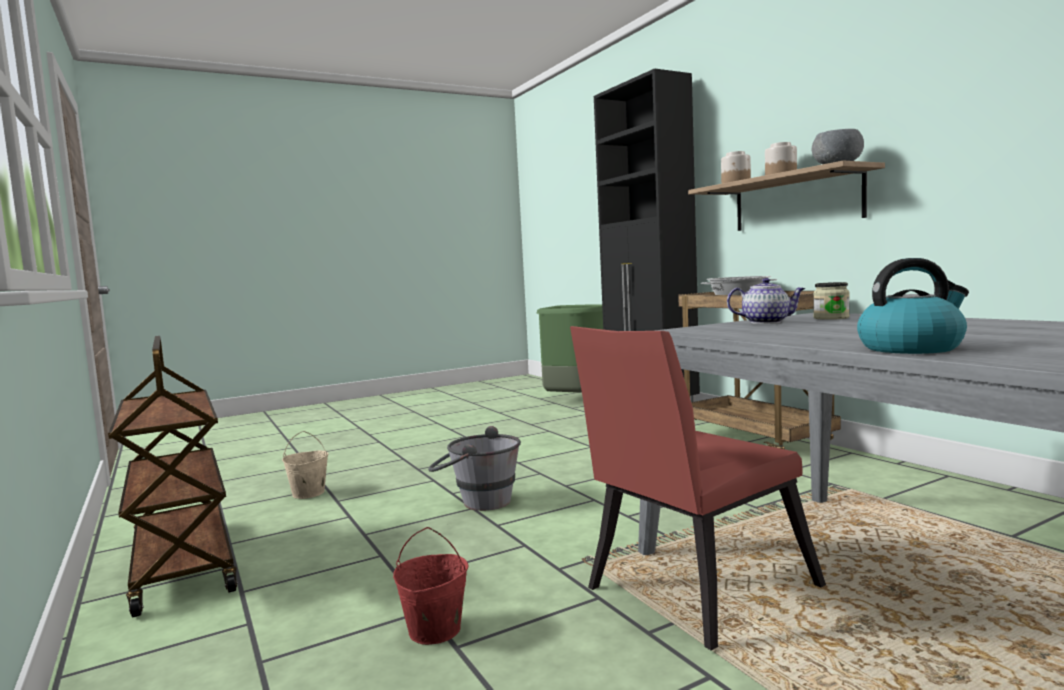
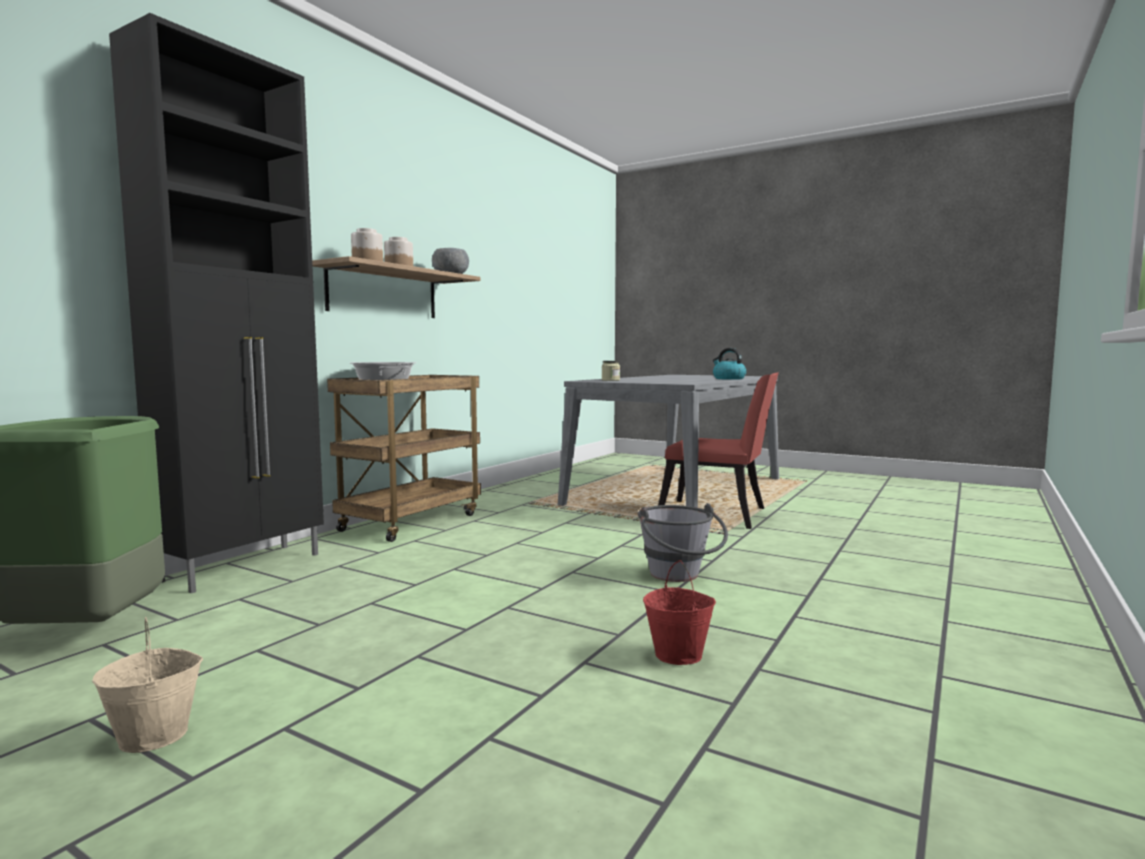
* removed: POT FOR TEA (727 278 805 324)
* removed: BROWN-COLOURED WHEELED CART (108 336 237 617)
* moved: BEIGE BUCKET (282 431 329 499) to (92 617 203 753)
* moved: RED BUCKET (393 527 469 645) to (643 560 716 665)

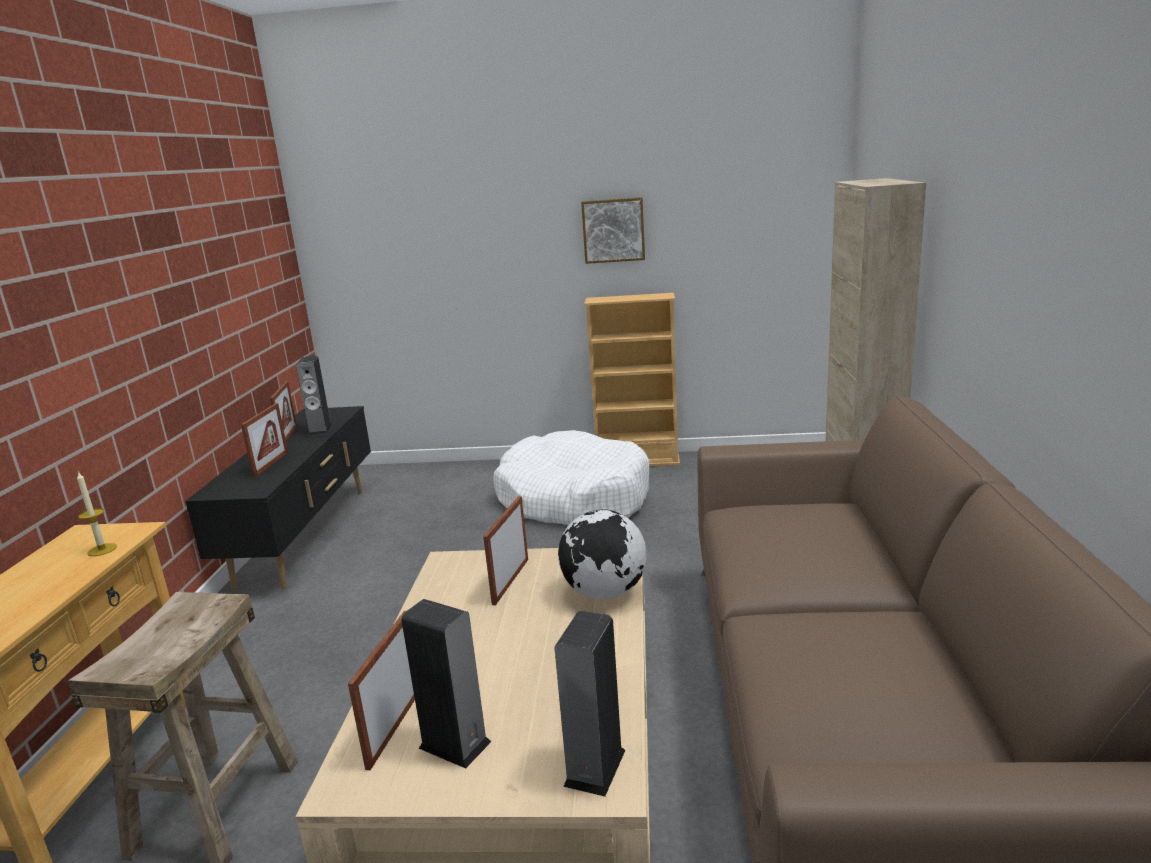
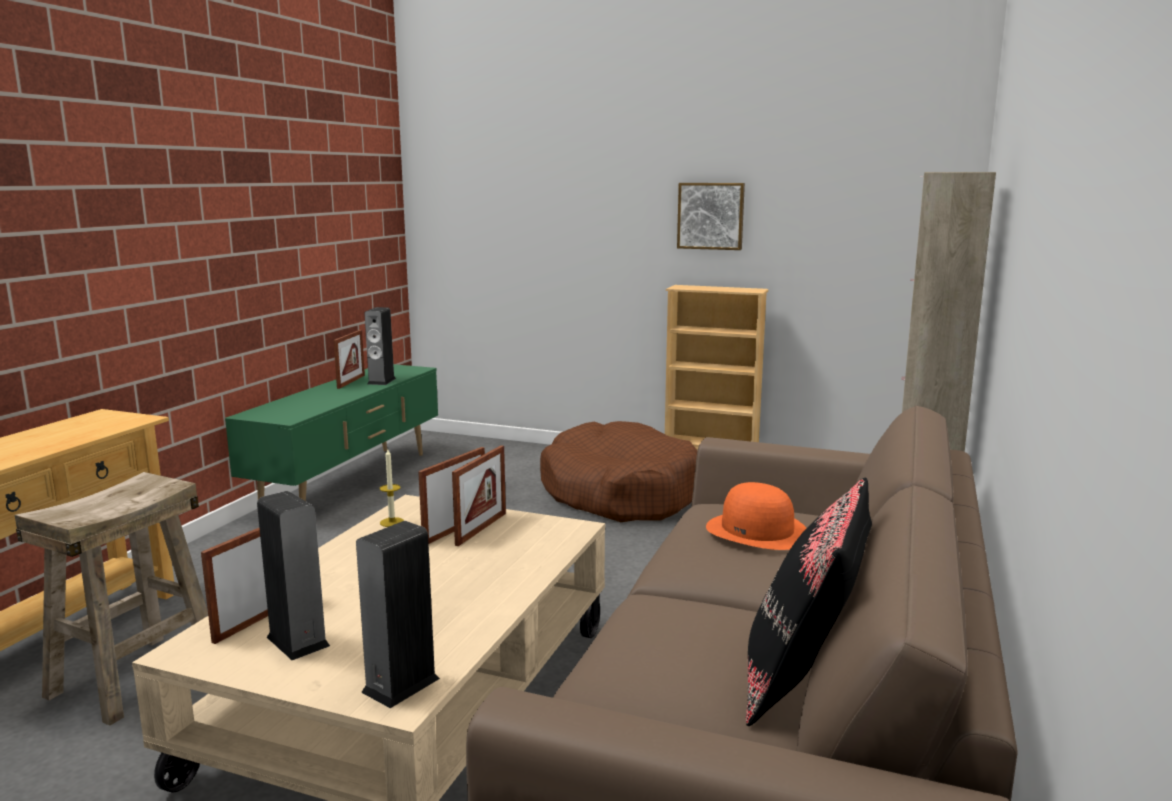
* moved: PICTURE FRAME (241 403 288 477) to (452 445 506 546)
* recoloured: BLACKISH TV UNIT (185 406 371 590) to GREEN TV UNIT (225 364 438 501)
* recoloured: WHITE-COLOURED PET BED (493 430 649 525) to BROWN-COLOURED PET BED (540 421 697 522)
* moved: WAX CANDLE (77 471 117 556) to (380 449 404 527)
* removed: GLOBE (558 509 647 599)
* added: BLACKISH CUSHION (746 478 872 726)
* added: ORANGE WEARABLE HAT (706 482 806 550)

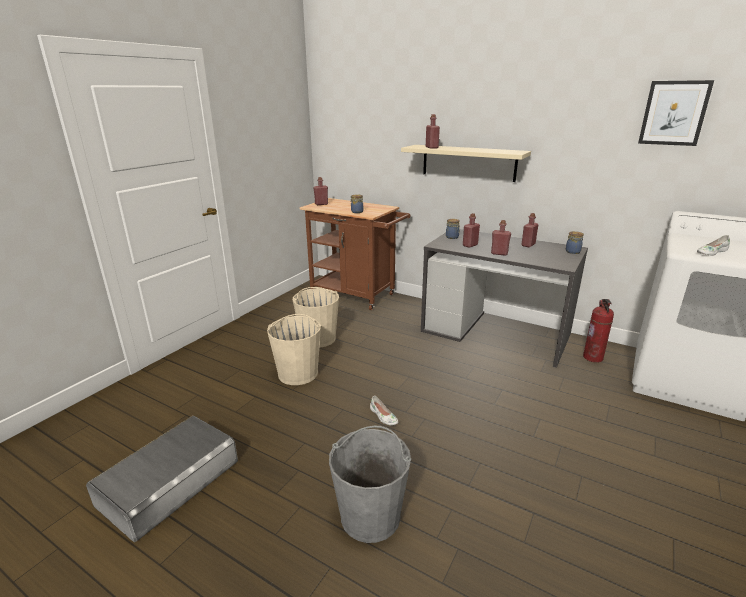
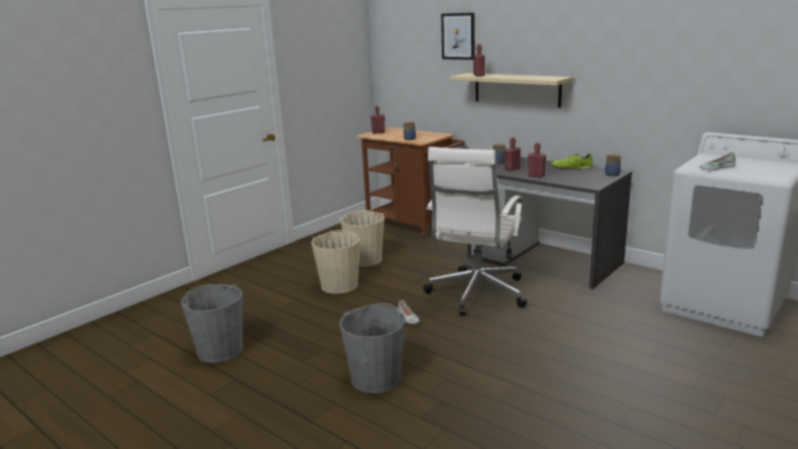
* moved: PICTURE (638 80 714 146) to (441 13 475 60)
* replaced: RED BEVERAGE BOTTLE (521 213 538 247) to LOW SHOE (551 153 593 170)
* removed: FIRE EXTINGUISHER (583 299 614 363)
* replaced: GREYISH STORAGE BOX (86 416 238 542) to GREYISH BUCKET (181 284 243 363)
* added: WHITE-COLOURED COMPUTER CHAIR (423 147 527 316)

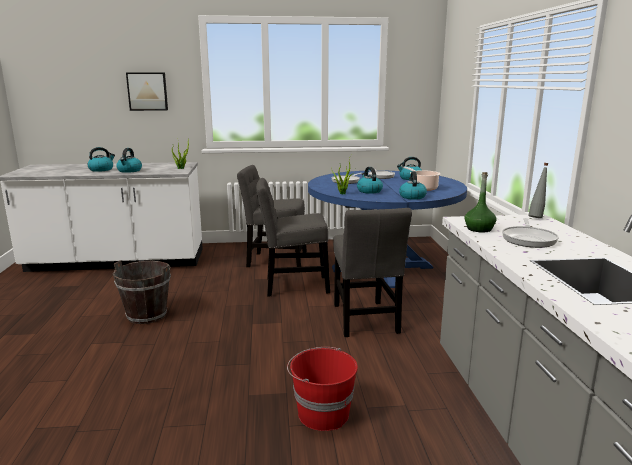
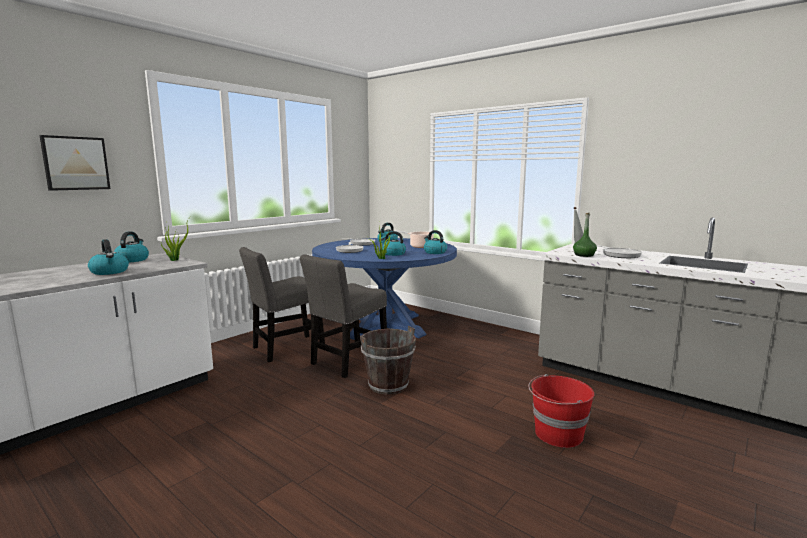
* moved: WATER KETTLE (87 147 115 172) to (114 231 149 263)
* removed: GREYISH PLAIN CHAIR (333 208 412 337)
* moved: BROWN-COLOURED BUCKET (113 260 171 324) to (360 326 416 395)

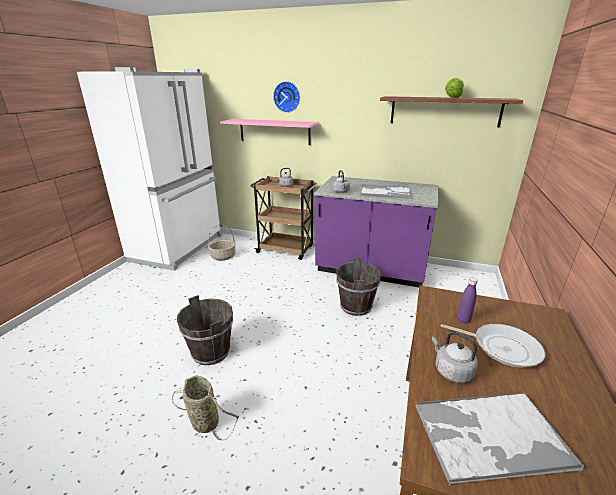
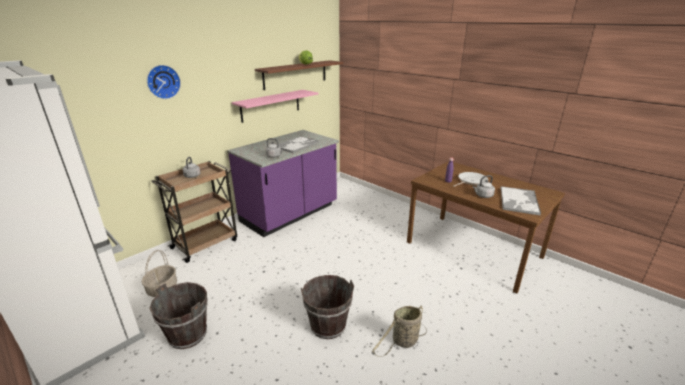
* moved: PINK-COLOURED WALL SHELF (220 119 319 145) to (232 90 318 123)
* moved: BROWN-COLOURED BUCKET (336 258 381 316) to (150 282 208 349)

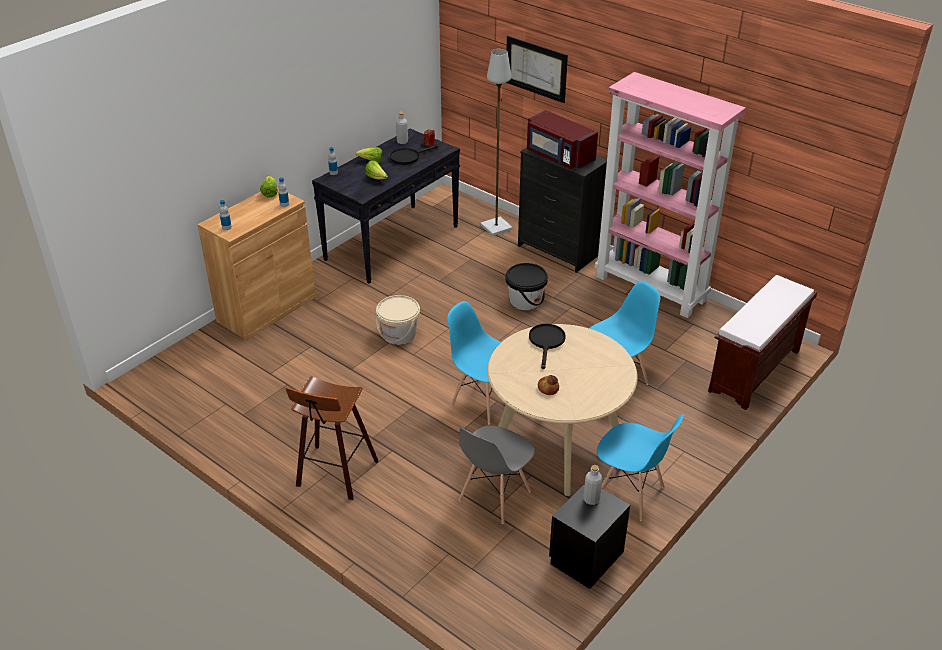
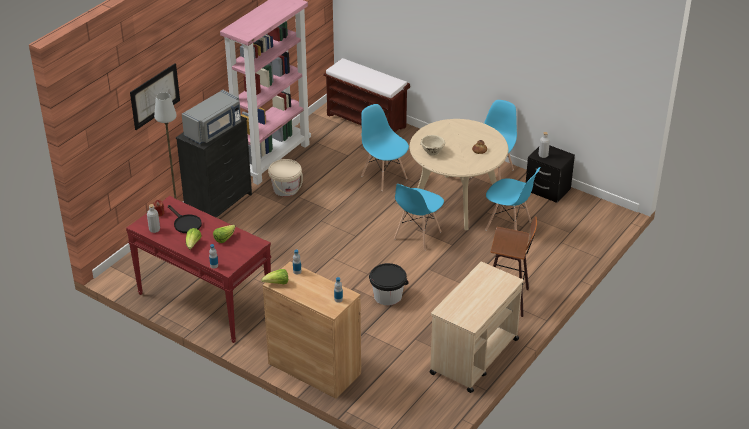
* recoloured: RED MICROWAVE (527 110 598 170) to GREYISH MICROWAVE (182 90 241 144)
* recoloured: BLACKISH NARROW TABLE (312 128 460 284) to RED NARROW TABLE (126 196 271 343)
* moved: BLACKISH BUCKET (506 263 548 310) to (369 263 409 306)
* moved: BEIGE BUCKET (376 295 420 345) to (268 159 303 197)
* replaced: BLACKISH PAN (529 324 566 369) to BEIGE SERVING BOWL (420 135 445 156)
* recoloured: GREYISH PLAIN CHAIR (459 425 535 524) to BLUISH PLAIN CHAIR (485 167 541 231)
* added: BEIGE WHEELED CART (429 262 524 393)

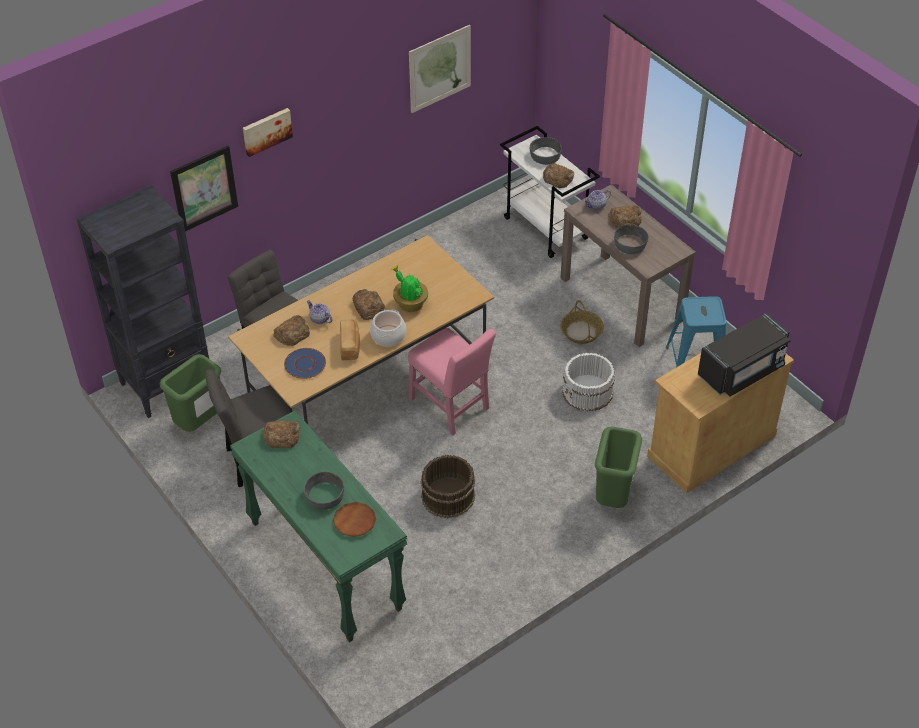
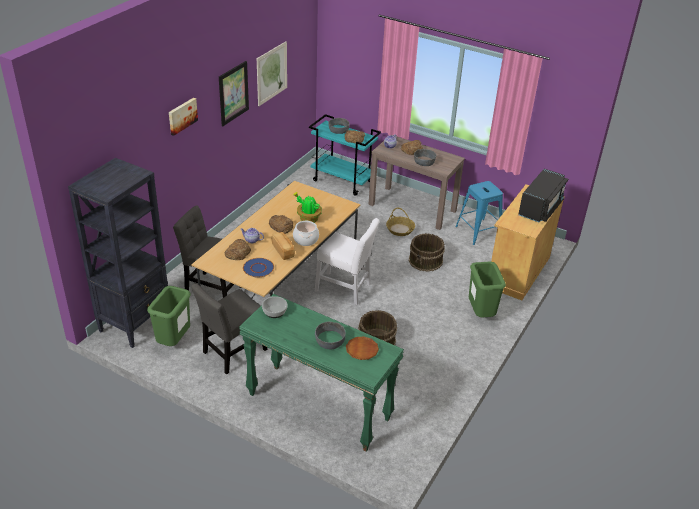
* recoloured: WHITE-COLOURED WHEELED CART (500 126 600 258) to TURQUOISE WHEELED CART (309 114 381 196)
* moved: PICTURE (170 146 238 231) to (219 61 249 126)
* recoloured: PINK-COLOURED PLAIN CHAIR (408 327 496 436) to WHITE-COLOURED PLAIN CHAIR (315 218 380 305)
* recoloured: WHITE-COLOURED BUCKET (562 353 615 411) to BROWN-COLOURED BUCKET (409 233 445 272)
* replaced: BAKERY BREAD (263 420 300 448) to SERVING BOWL (262 296 287 318)

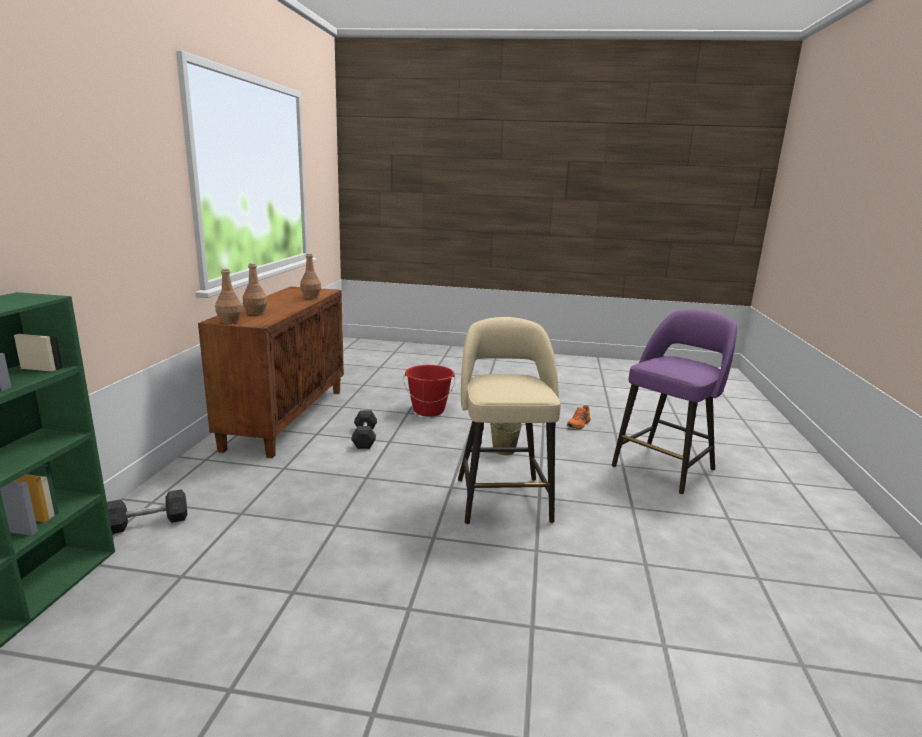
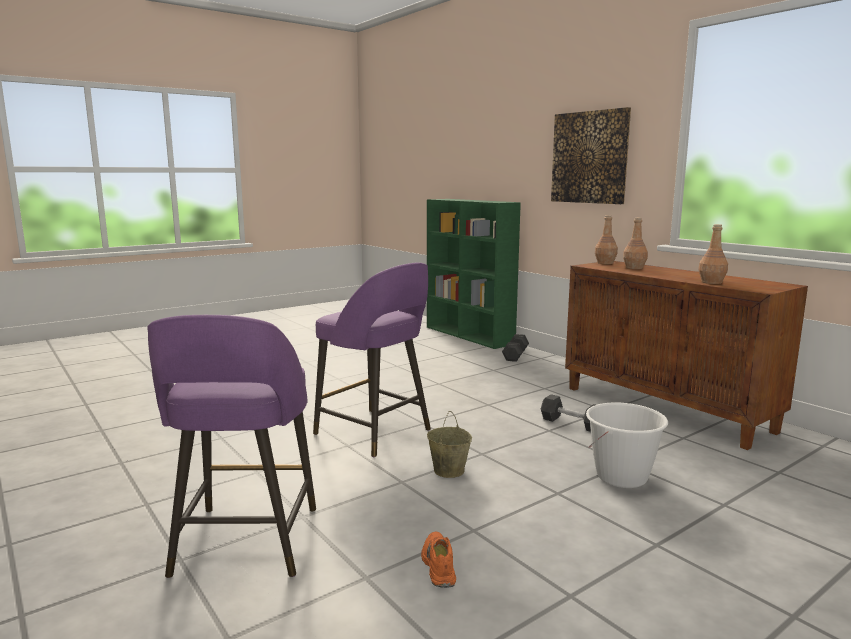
* recoloured: BEIGE SITTING STOOL (458 317 561 524) to PURPLE SITTING STOOL (313 263 431 457)
* recoloured: RED BUCKET (404 365 455 417) to WHITE-COLOURED BUCKET (586 402 668 488)
* added: PICTURE (551 107 631 204)

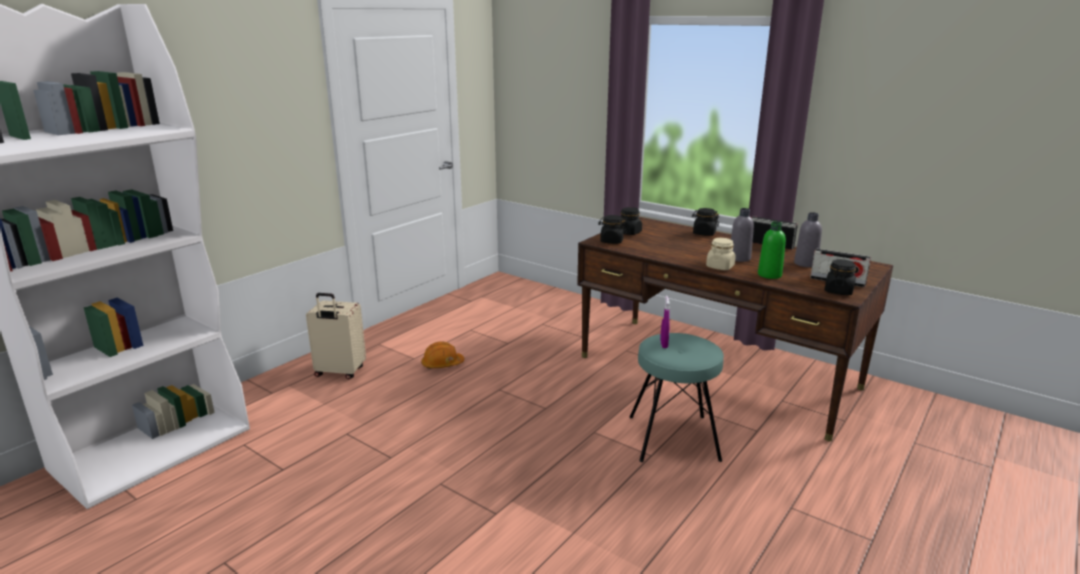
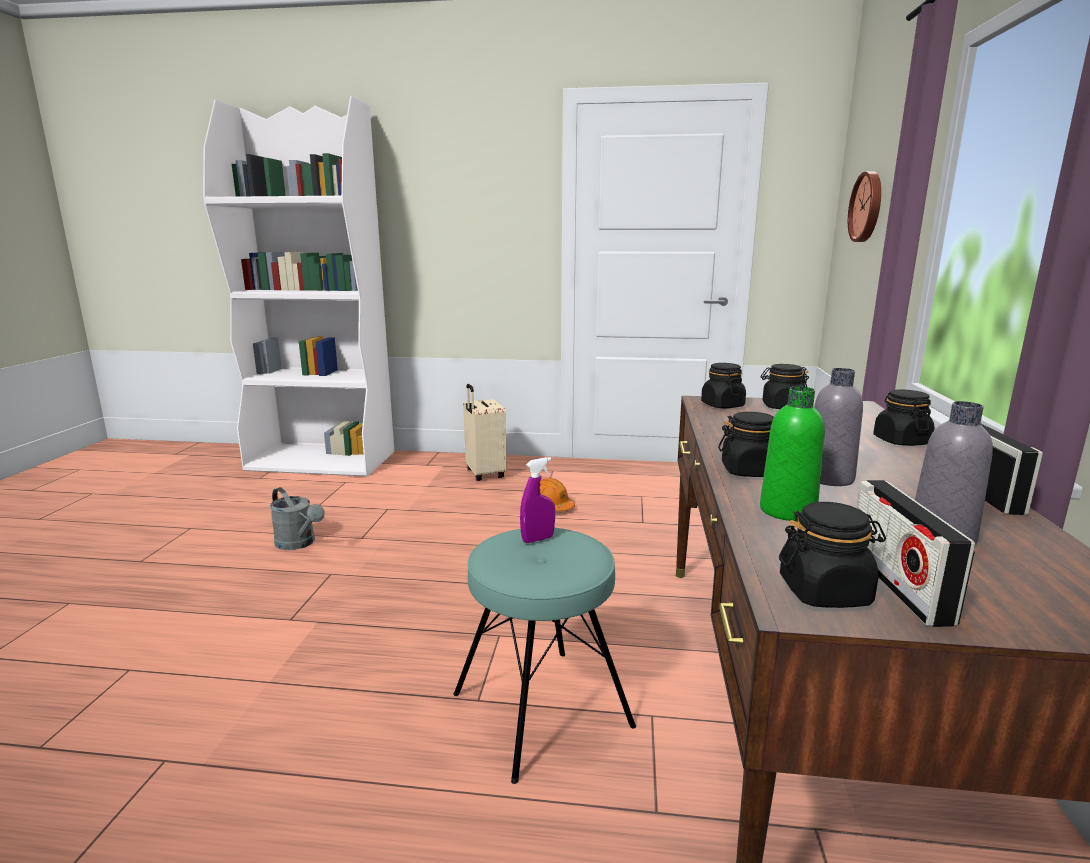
* recoloured: BEIGE JAR (706 238 736 270) to BLACKISH JAR (718 412 774 477)
* added: CLOCK ON THE WALL (848 171 881 242)
* added: GREYISH WATERING POT (270 487 325 550)

